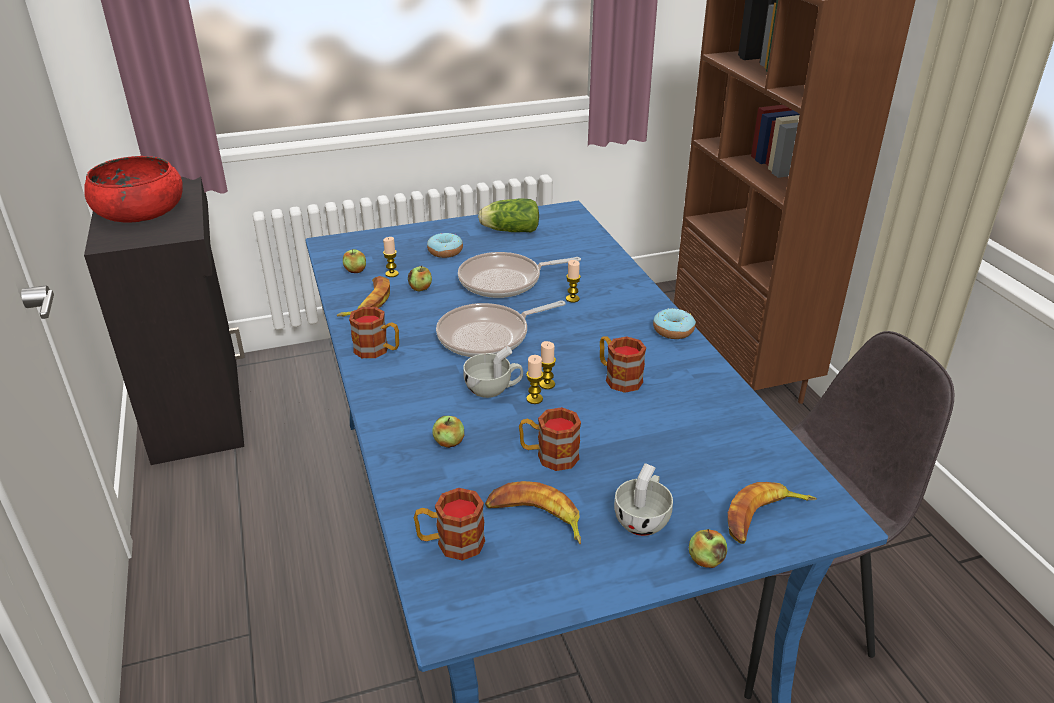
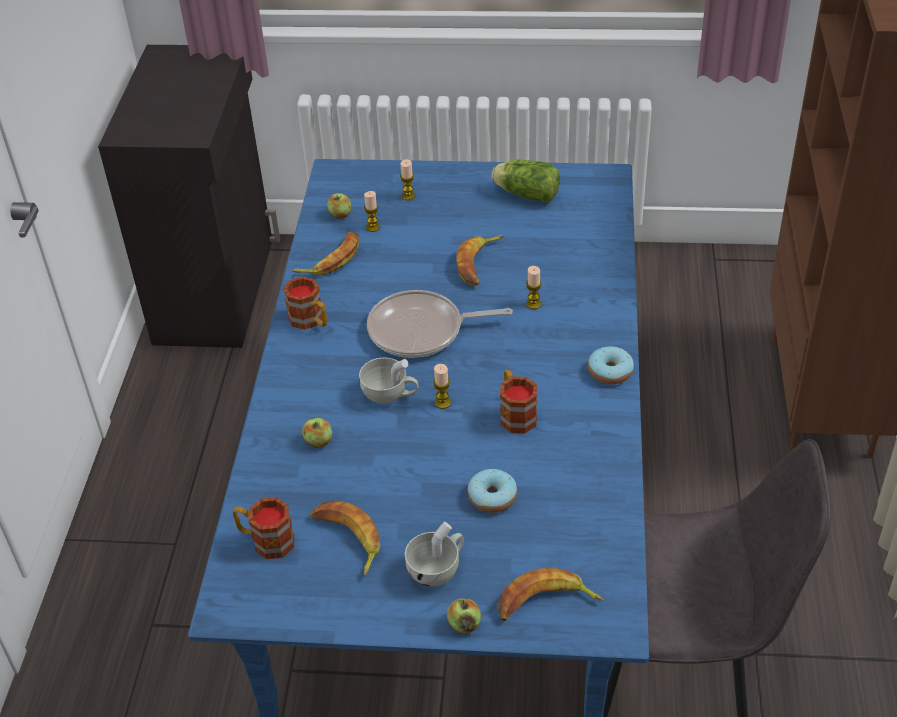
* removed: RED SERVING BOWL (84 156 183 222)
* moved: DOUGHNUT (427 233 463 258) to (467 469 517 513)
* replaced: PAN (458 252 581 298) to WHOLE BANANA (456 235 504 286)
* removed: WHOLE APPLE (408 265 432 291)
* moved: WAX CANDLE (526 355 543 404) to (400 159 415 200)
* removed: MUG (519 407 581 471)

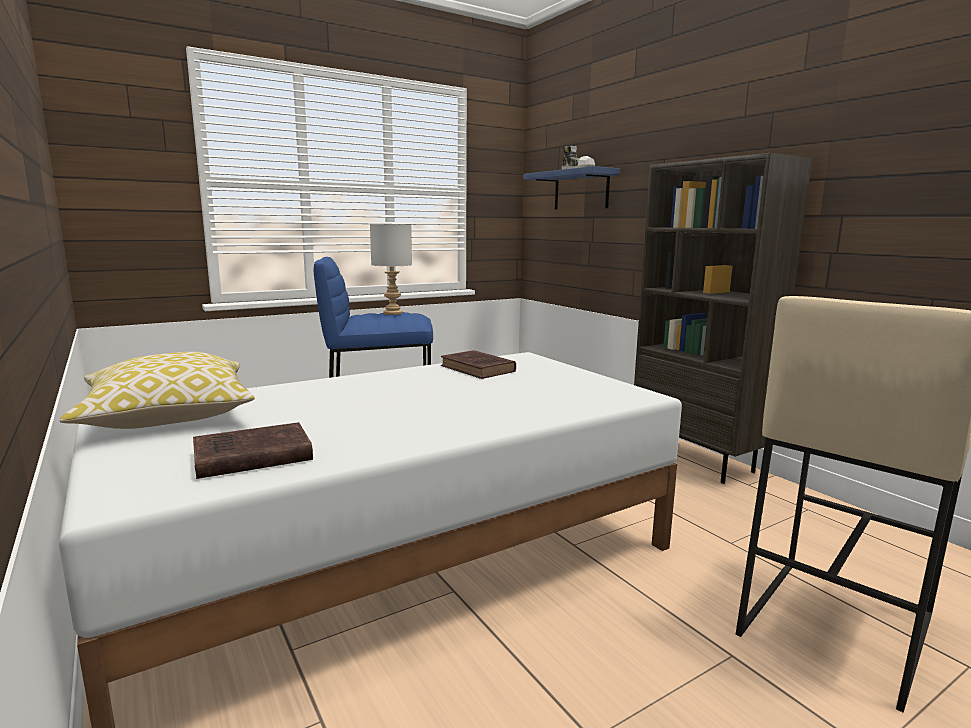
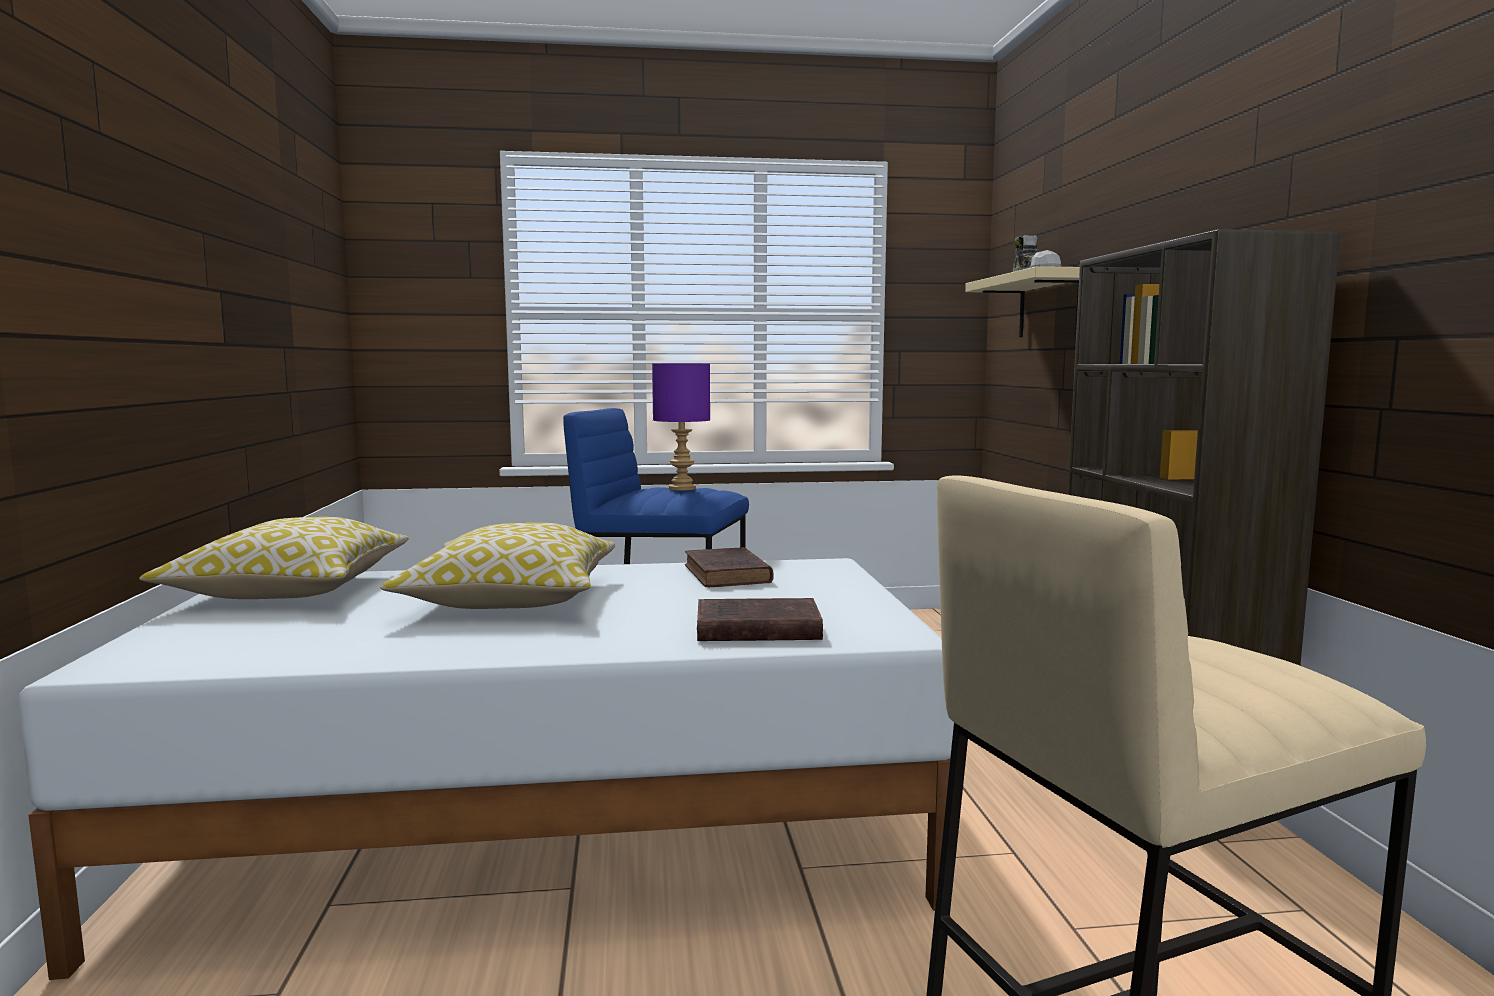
* recoloured: BLUISH WALL SHELF (523 166 620 209) to BEIGE WALL SHELF (965 266 1080 337)
* recoloured: GREYISH TABLE LAMP (370 224 412 315) to PURPLE TABLE LAMP (652 363 710 491)
* moved: BROWN-COLOURED BOOK (193 422 313 479) to (697 598 823 641)
* added: CUSHION (380 523 615 609)

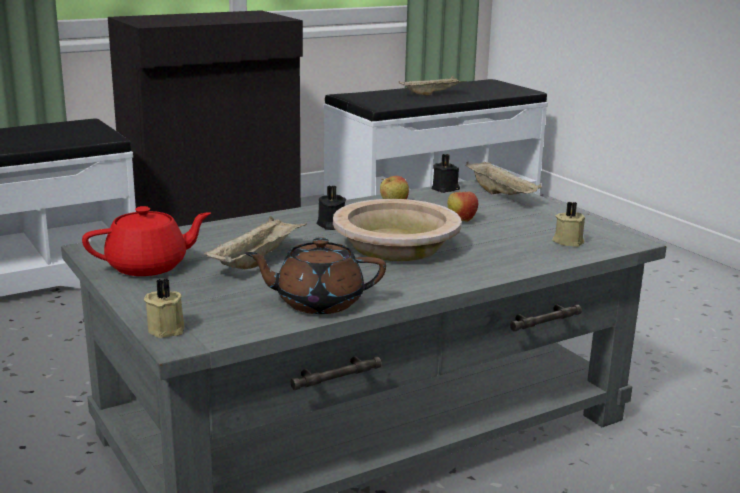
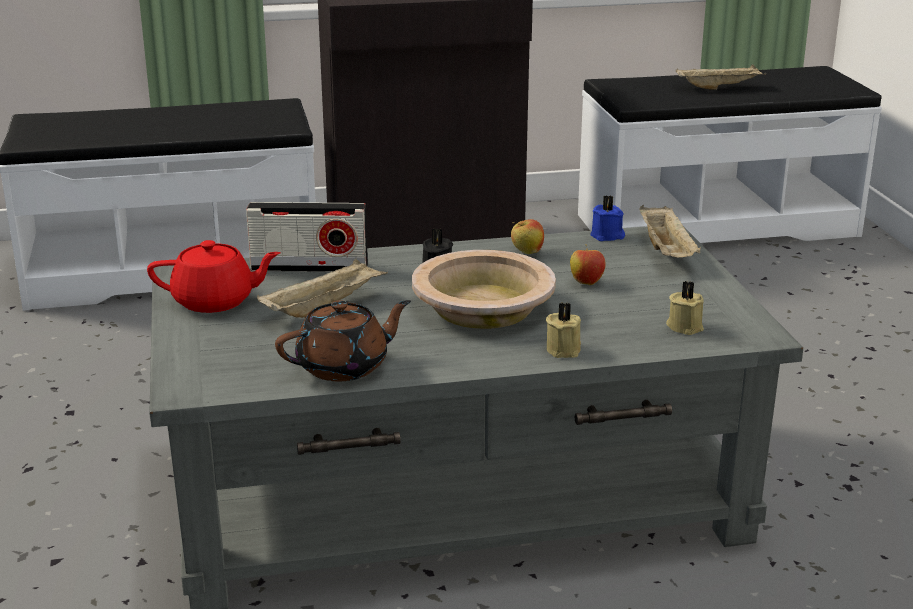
* recoloured: BLACKISH WAX CANDLE (432 154 460 193) to BLUISH WAX CANDLE (590 195 625 241)
* turned: BROWN-COLOURED POT FOR TEA (245 237 386 314) = (275 300 411 382) 135 degrees clockwise
* moved: BEIGE WAX CANDLE (144 279 184 338) to (546 302 581 358)
* added: RADIO (246 202 368 272)

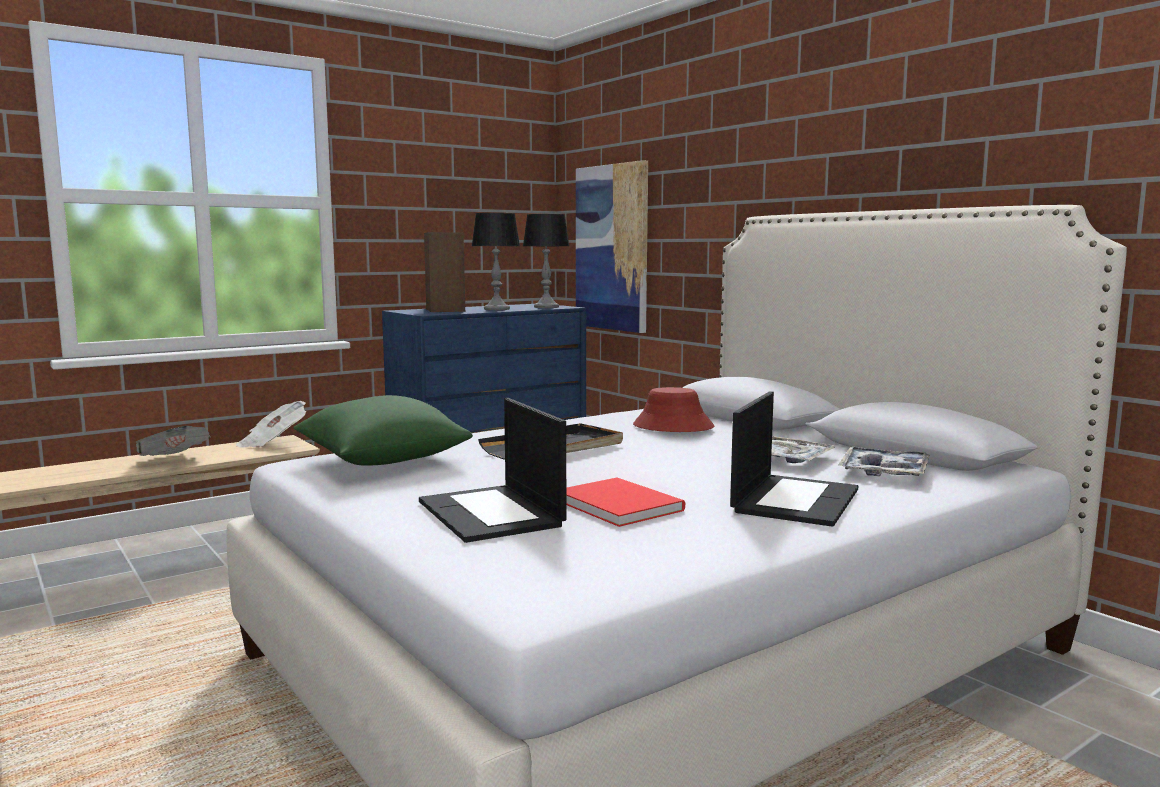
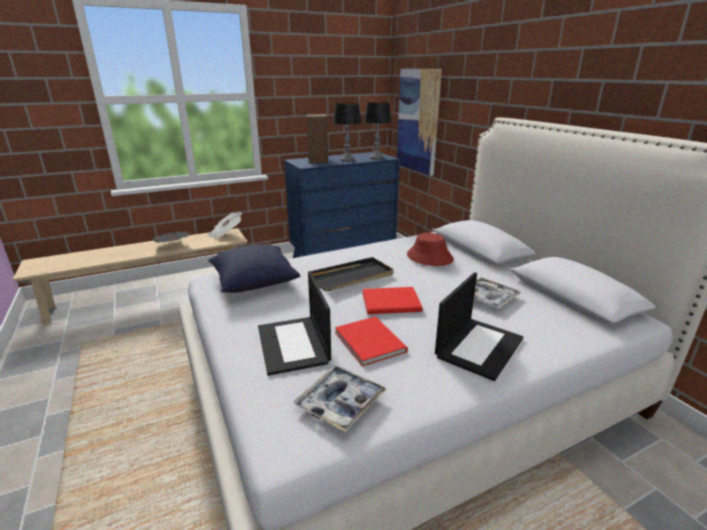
* recoloured: GREEN CUSHION (293 395 473 466) to BLUISH CUSHION (208 244 300 293)
* moved: SERVING TRAY (838 447 930 476) to (293 365 386 432)
* added: RED BOOK (363 287 423 314)

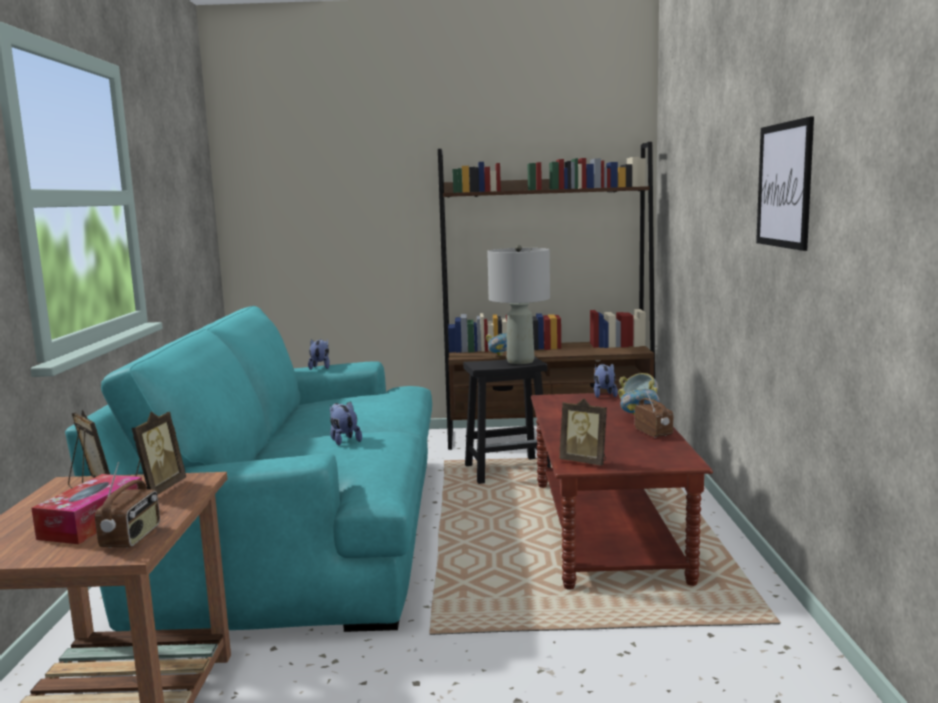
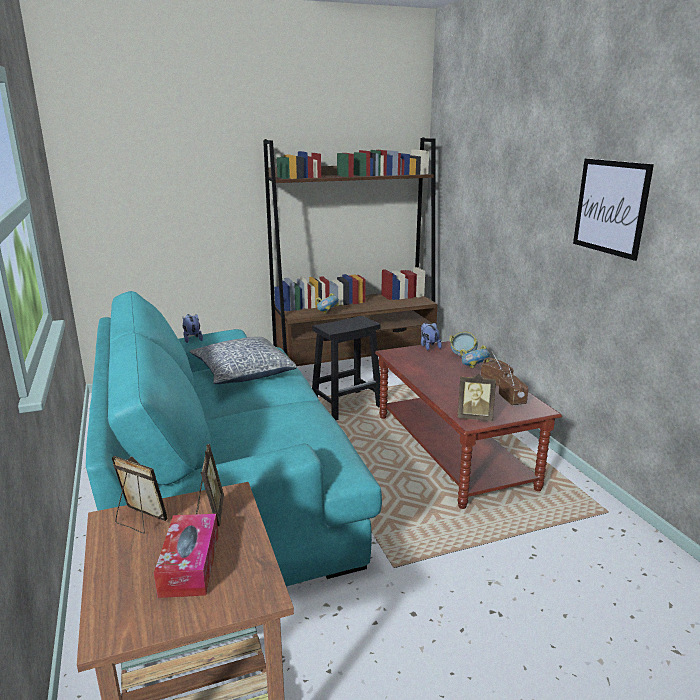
* removed: GREYISH TABLE LAMP (487 245 550 364)
* removed: CUDDLY TOY (329 401 362 446)
* moved: RADIO (95 462 160 548) to (499 364 528 405)
* added: CUSHION (189 337 297 384)

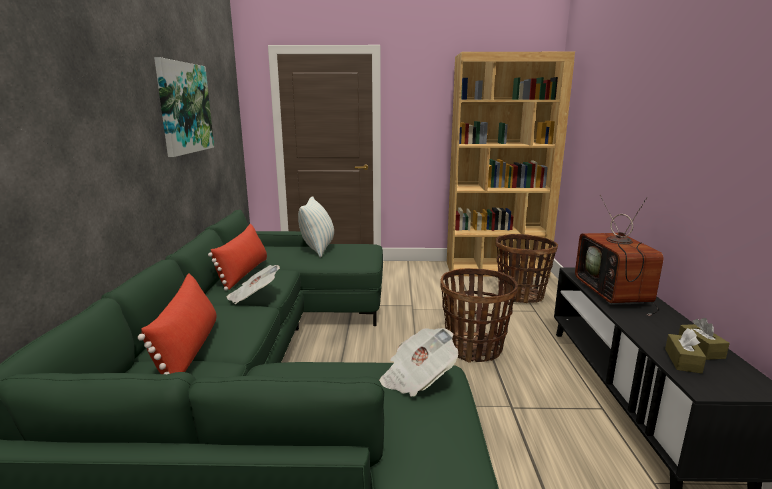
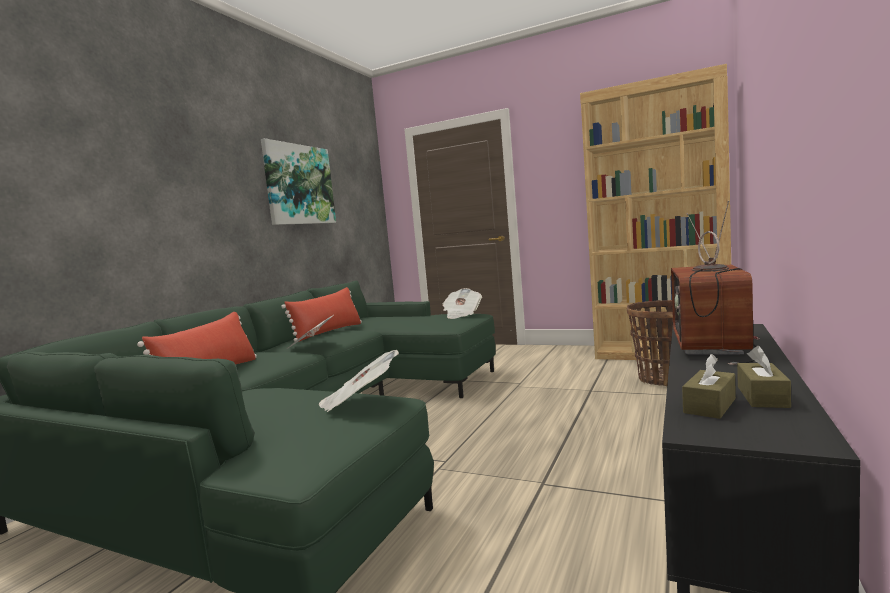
* removed: CUSHION (298 196 334 258)
* removed: STORAGE BASKET (440 268 517 363)
* added: DAILY PAPER (443 288 482 319)

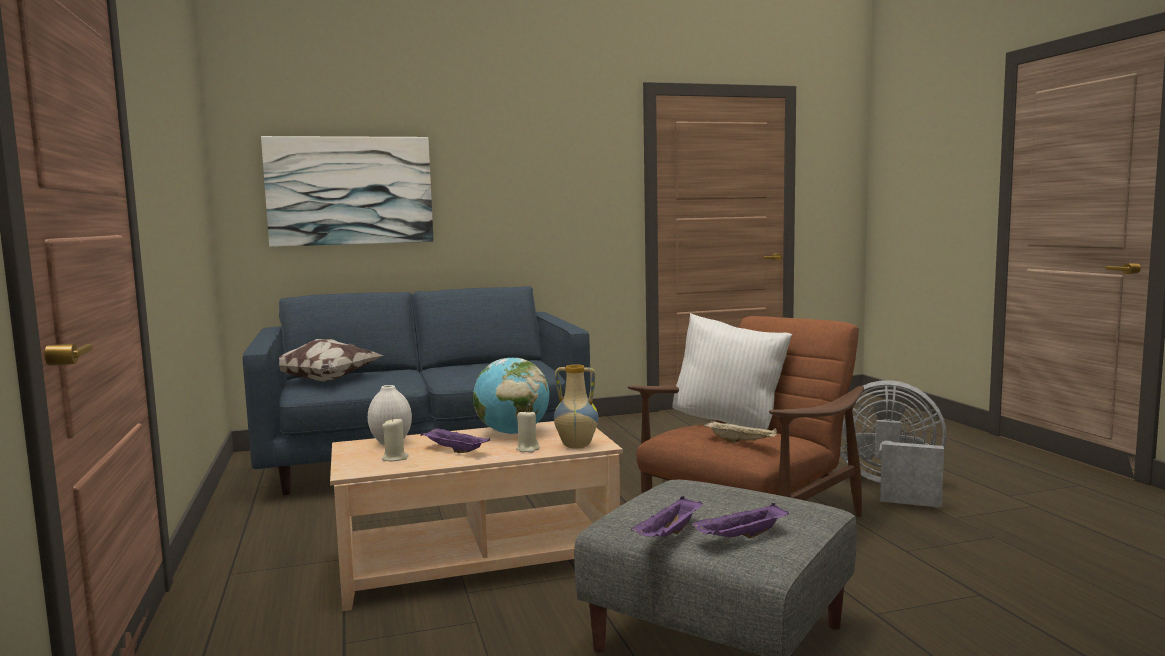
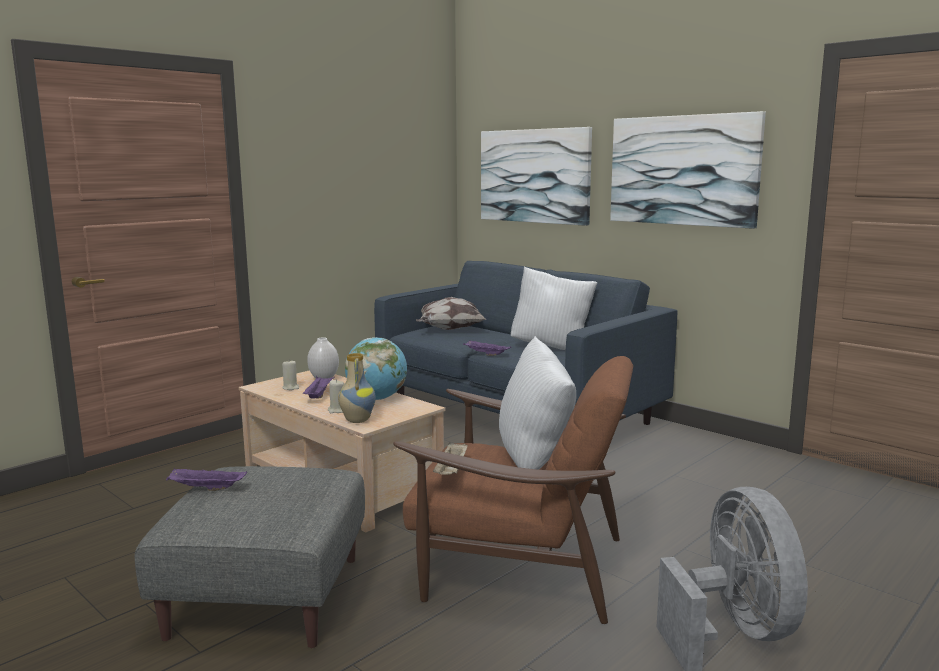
* moved: PURPLE SERVING TRAY (691 503 789 538) to (463 340 511 356)
* added: PICTURE (610 111 766 229)
* added: WHITE-COLOURED CUSHION (511 266 598 350)

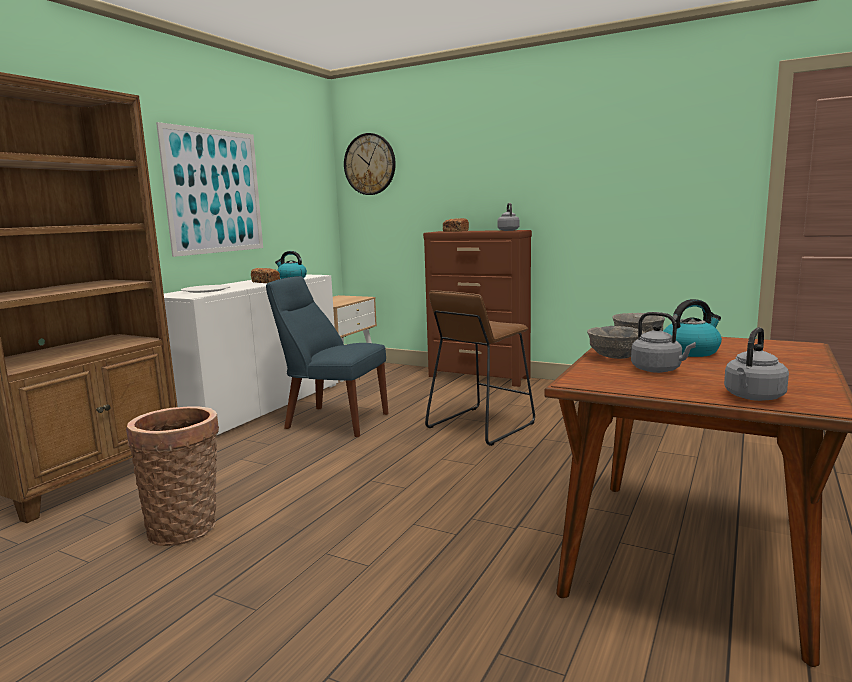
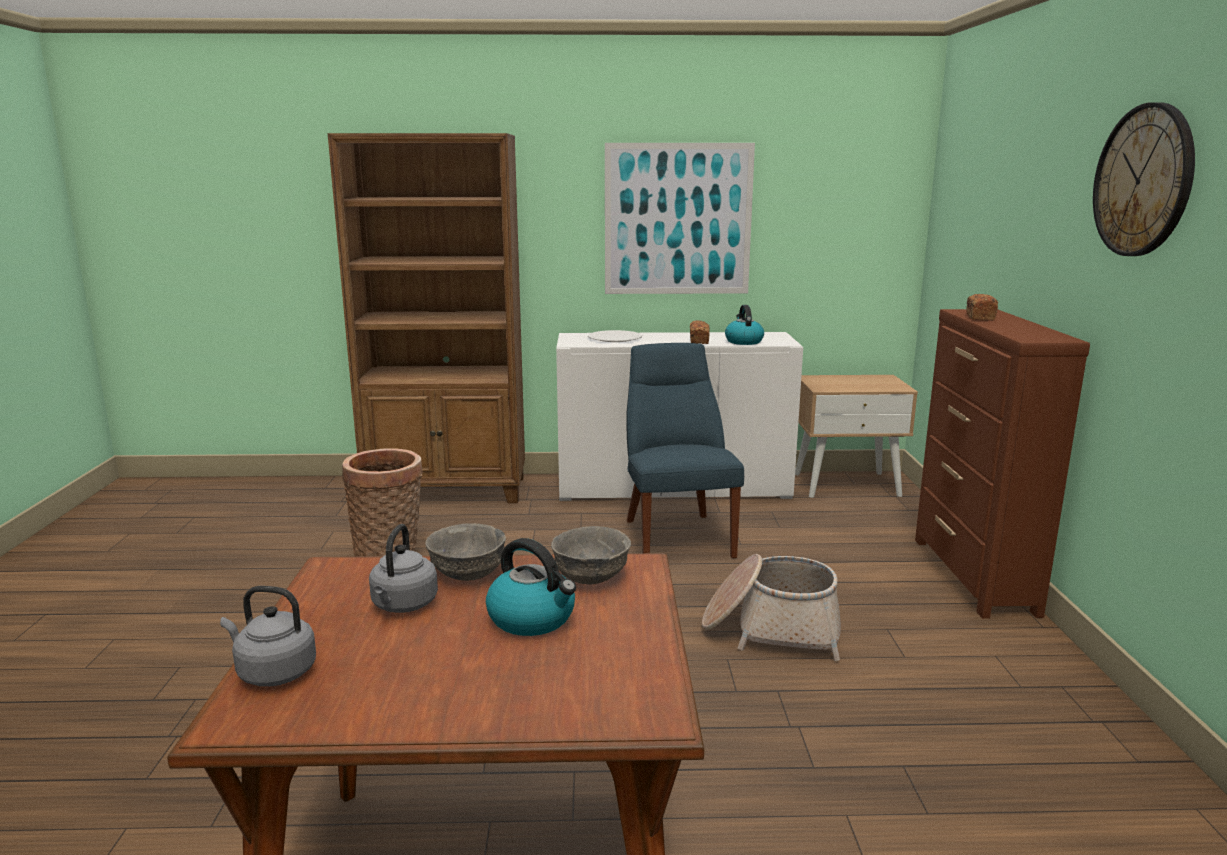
* moved: CLOCK ON THE WALL (344 133 396 195) to (1093 102 1195 256)
* removed: GREYISH WATER KETTLE (498 203 519 231)
* replaced: BROWN-COLOURED SITTING STOOL (425 290 535 446) to STORAGE BASKET (702 554 841 661)

